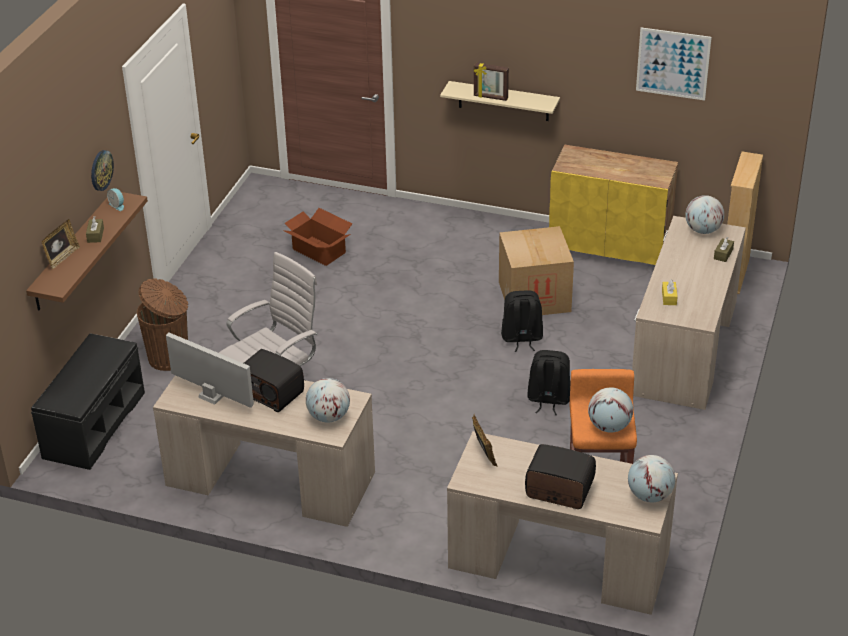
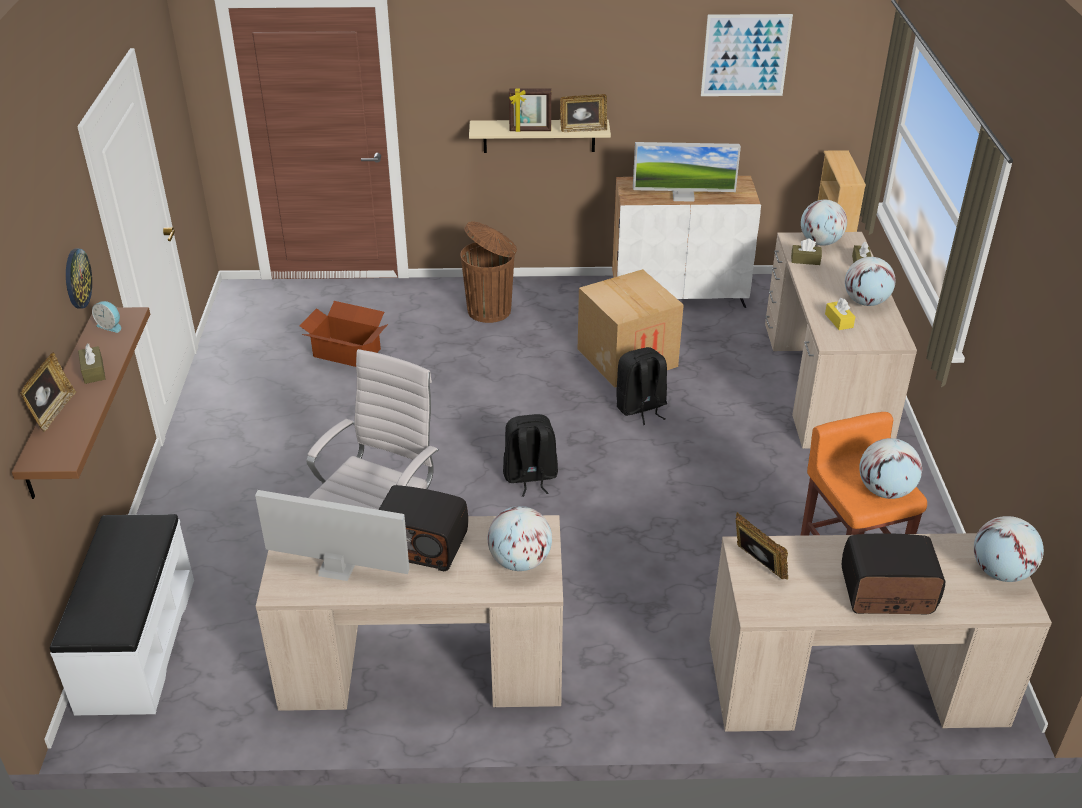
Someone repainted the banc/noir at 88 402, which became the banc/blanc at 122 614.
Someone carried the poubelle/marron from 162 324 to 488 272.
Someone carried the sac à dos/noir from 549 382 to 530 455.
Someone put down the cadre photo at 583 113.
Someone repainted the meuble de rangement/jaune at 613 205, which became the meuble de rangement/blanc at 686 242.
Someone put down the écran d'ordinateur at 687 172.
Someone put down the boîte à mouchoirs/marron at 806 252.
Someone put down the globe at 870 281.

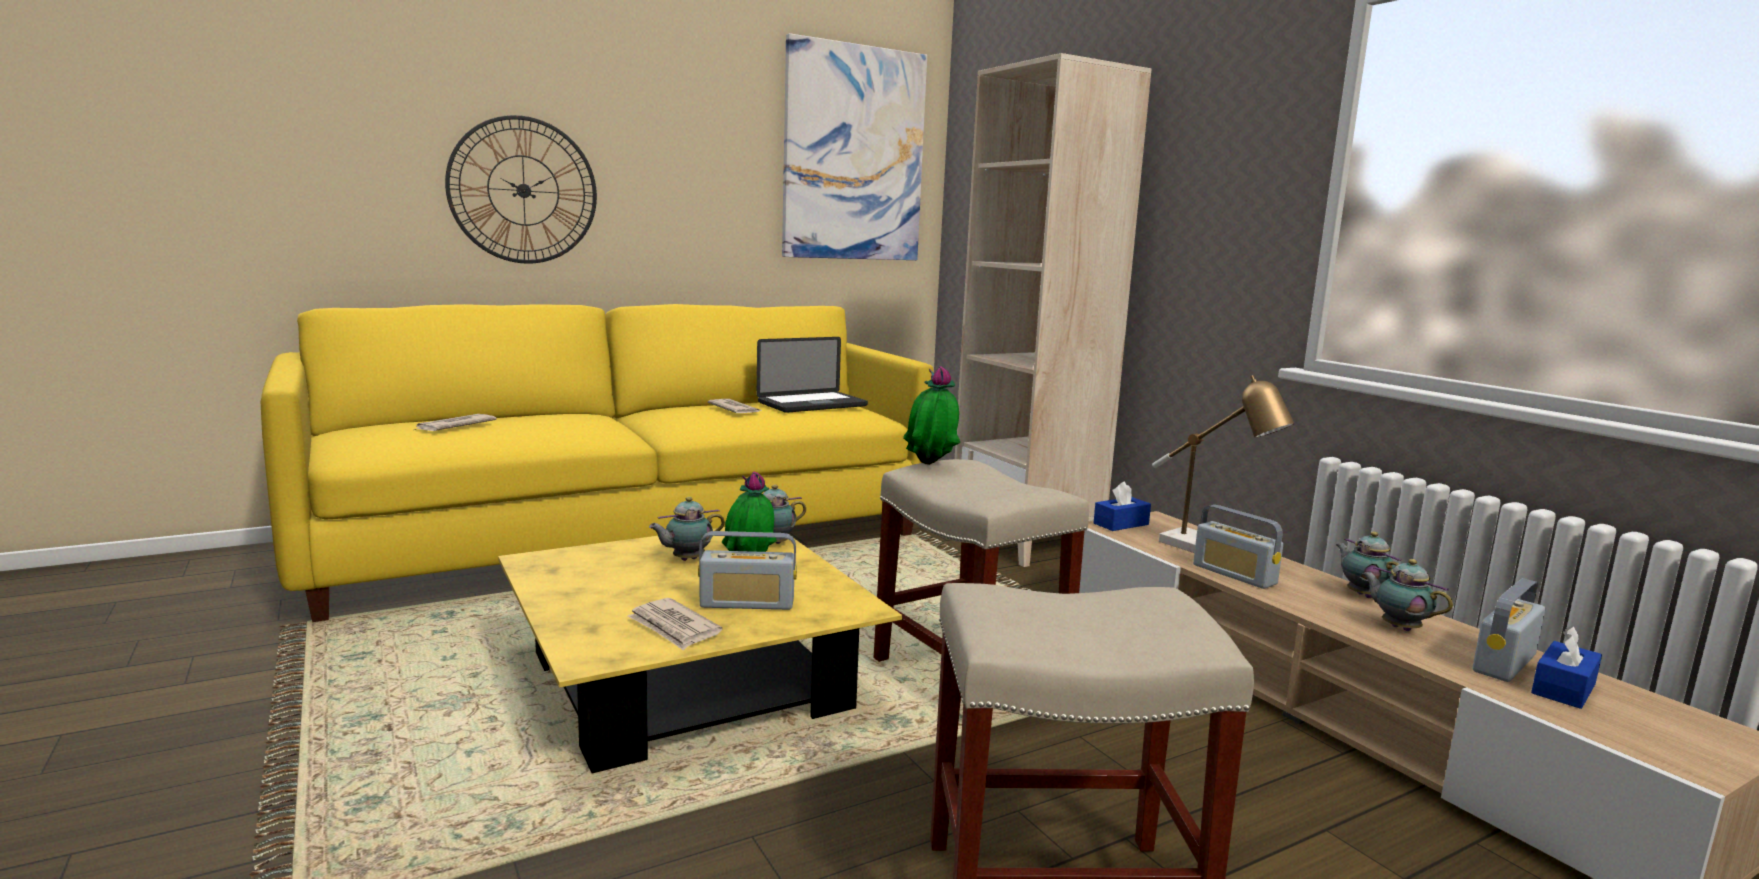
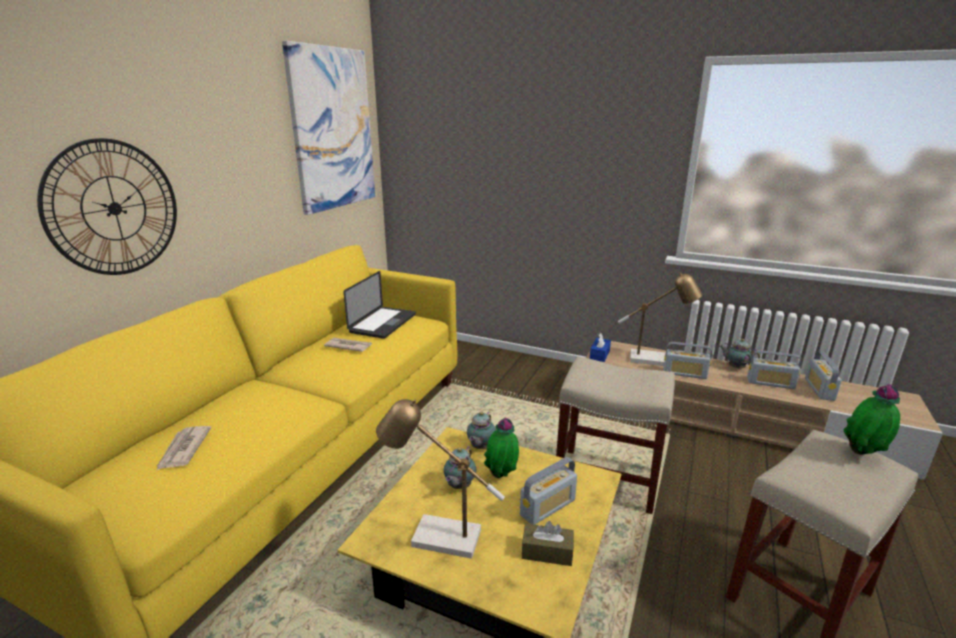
Someone put down the lampe de table at 440 479.
Someone swapped the journal at 675 624 for the boîte à mouchoirs/marron at 548 543.
Someone swapped the théière at 1407 595 for the radio at 774 369.
Someone carried the plante en pot from 931 415 to 872 419.
Someone took away the bibliothèque/beige at 1053 310.
Someone took away the boîte à mouchoirs/bleu at 1566 667.

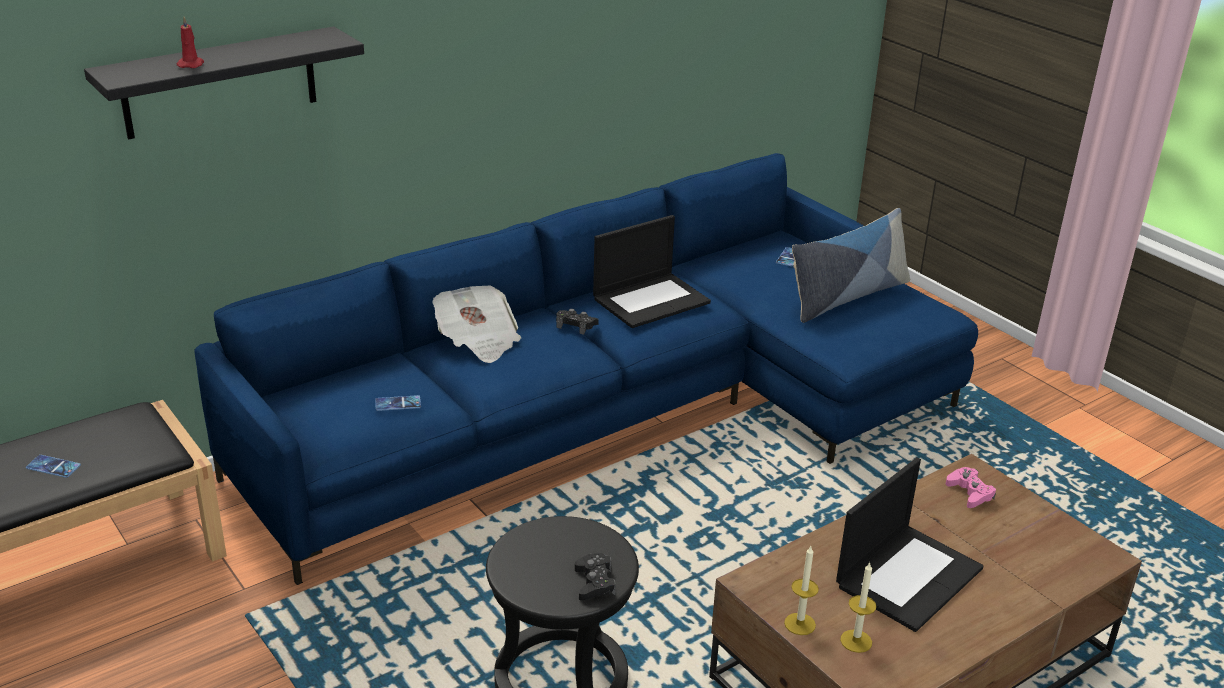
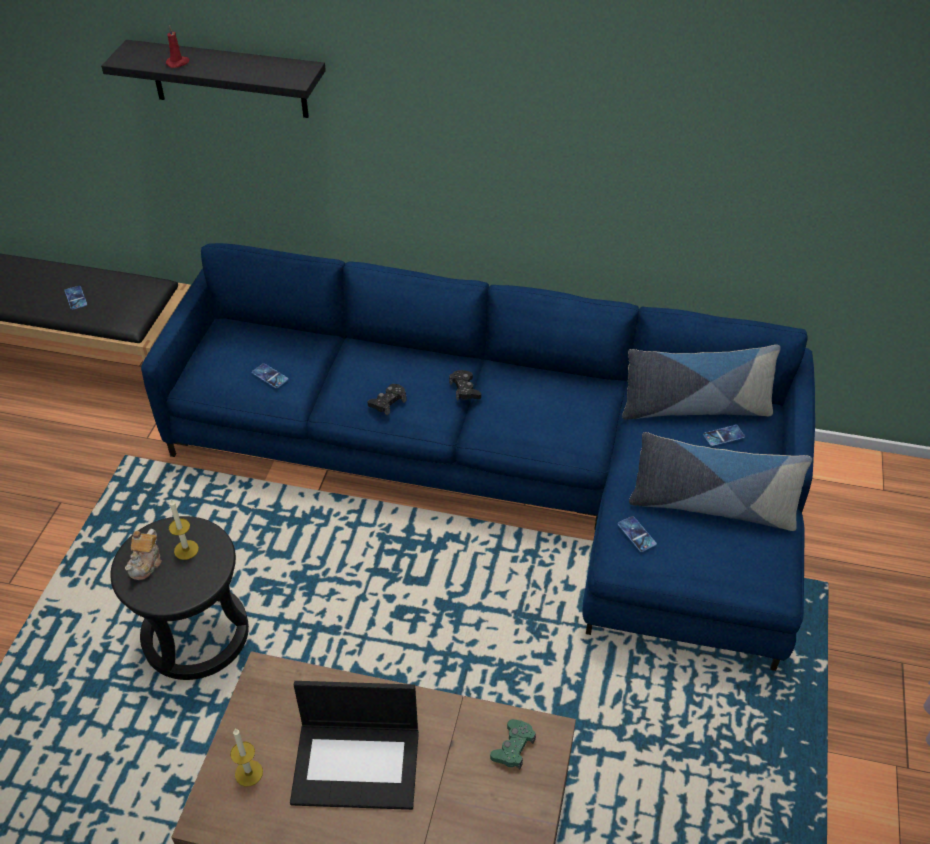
Someone put down the théière at 143 554.
Someone carried the bougie from 801 590 to 184 530.
Someone carried the manette/noir from 595 577 to 387 399.
Someone repainted the manette/rose at 971 487, which became the manette/vert at 513 744.
Someone put down the téléphone at 637 534.
Someone put down the coussin at 701 382.
Someone took away the journal at 476 324.
Someone took away the ordinateur portable at 652 271.

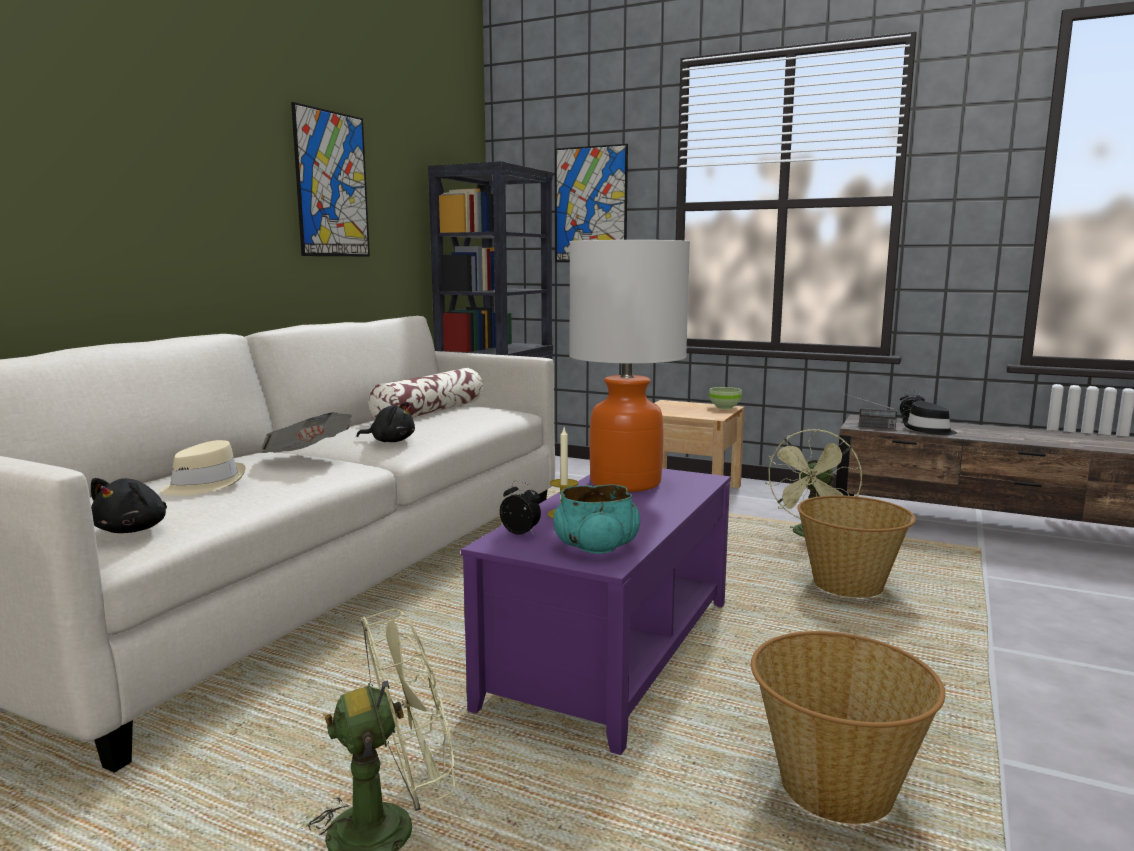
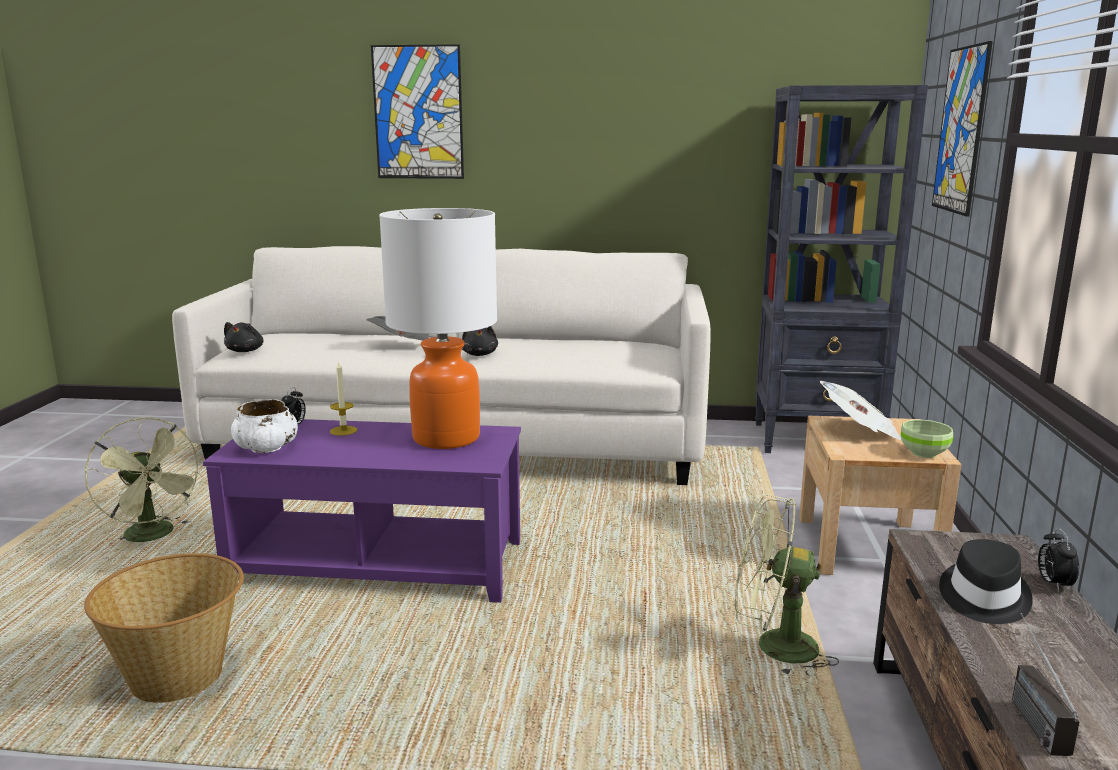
Someone rotated the peluche/noir at 129 505 by 75 degrees counterclockwise.
Someone repainted the bol/turquoise at 596 519, which became the bol/blanc at 264 426.
Someone carried the tableau from 330 179 to 417 111.
Someone put down the journal at 861 411.
Someone carried the radio from 871 411 to 1045 684.
Someone took away the chapeau/beige at 202 467.
Someone took away the coussin at 425 393.
Someone took away the panier at 856 546.

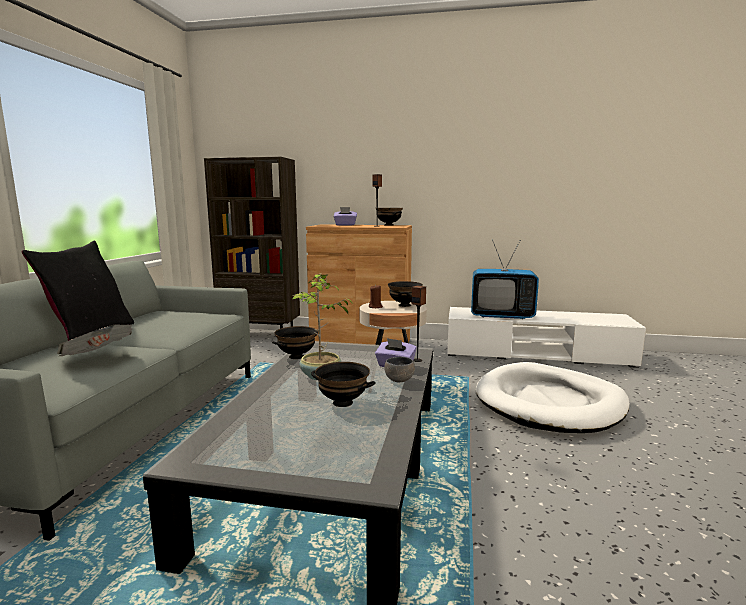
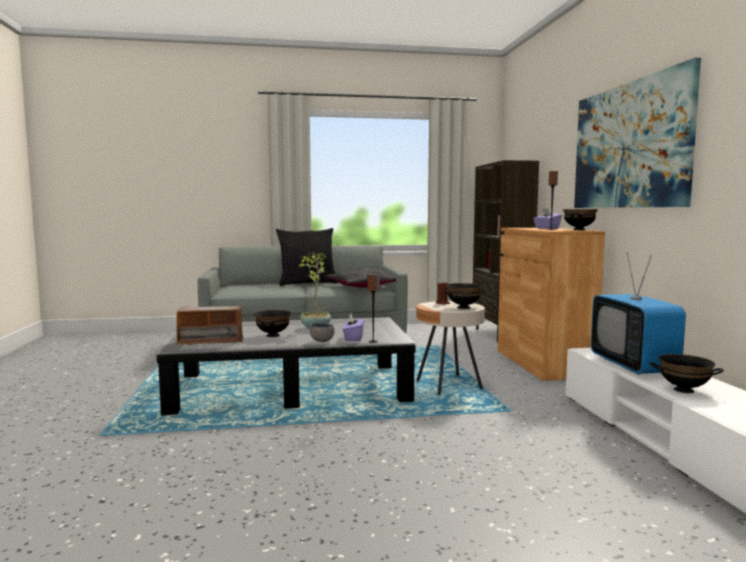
Someone put down the radio at 209 325.
Someone put down the coussin/gris at 360 278.
Someone put up the tableau at 637 133.
Someone carried the bol/noir from 295 342 to 686 373.
Someone took away the journal at 94 340.
Someone took away the panier pour chien/blanc at 553 397.

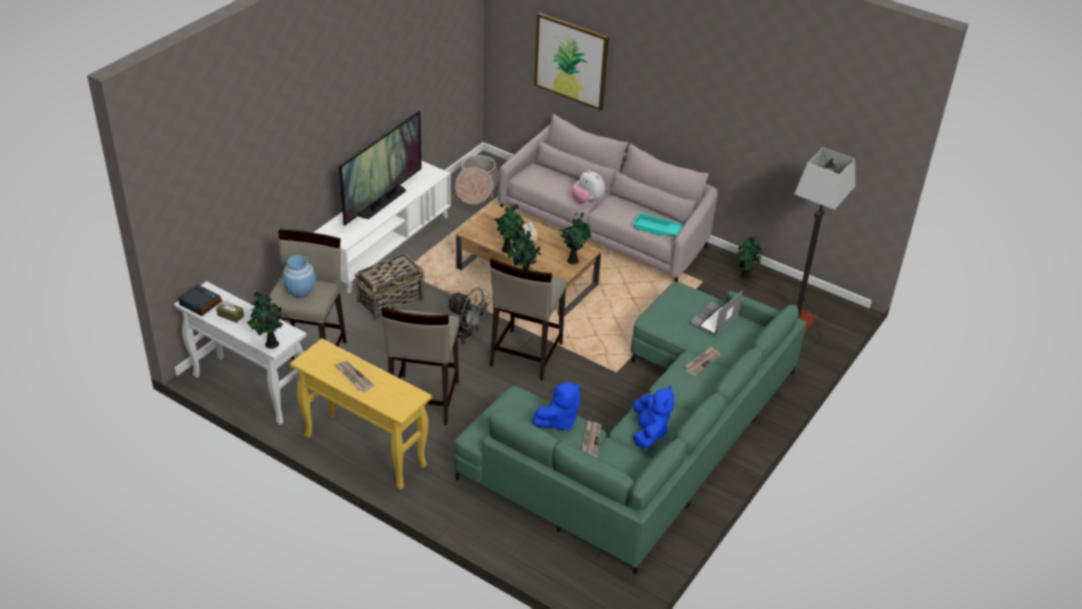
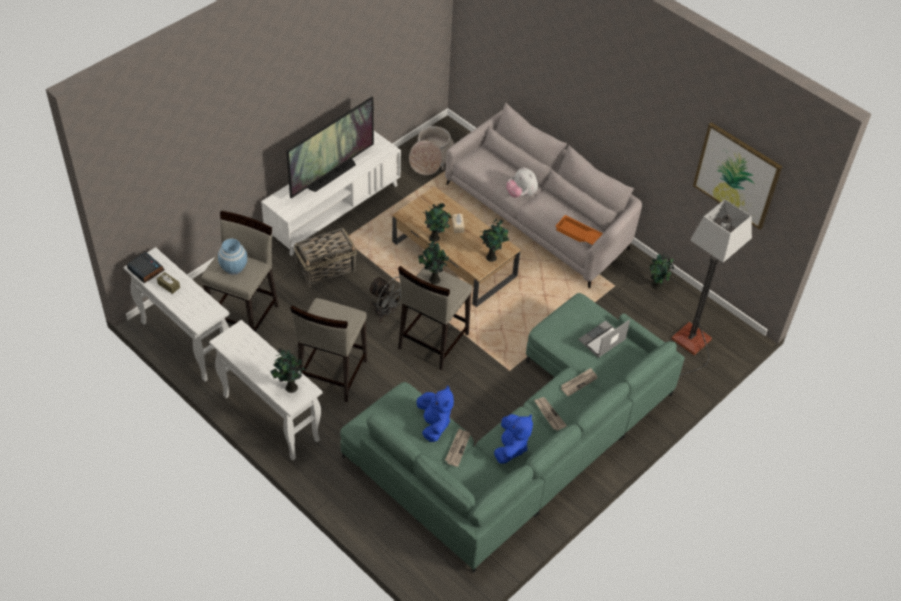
Someone repainted the table console/jaune at 361 414, which became the table console/blanc at 266 390.
Someone carried the plante en pot from 267 320 to 288 370.
Someone rotated the peluche/bleu at 556 406 by 75 degrees counterclockwise.
Someone carried the journal from 354 376 to 550 414.
Someone repainted the plateau/turquoise at 658 224, which became the plateau/orange at 579 230.
Someone carried the tableau from 571 61 to 738 176.

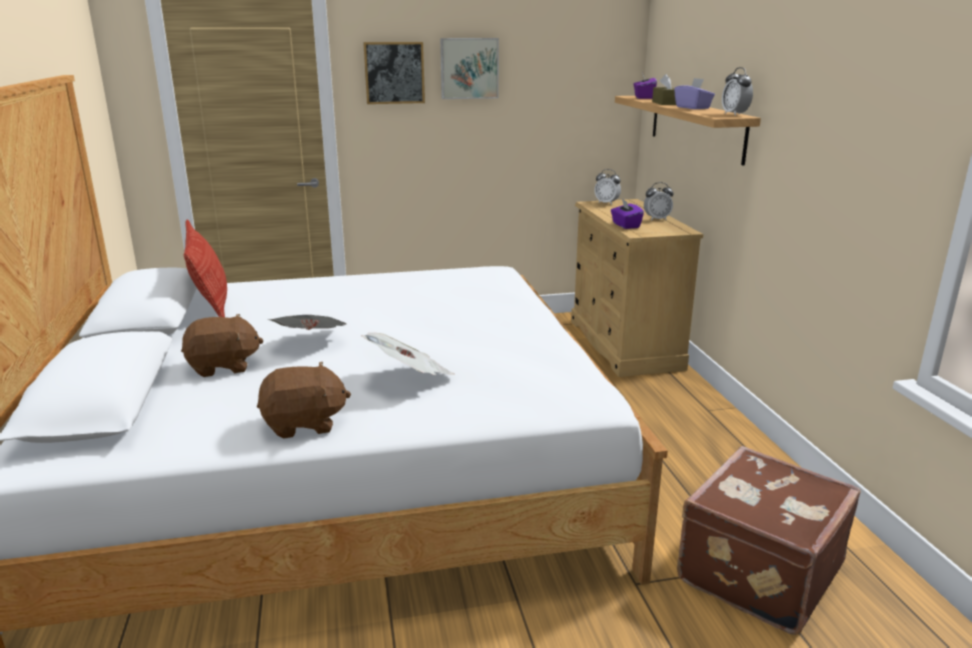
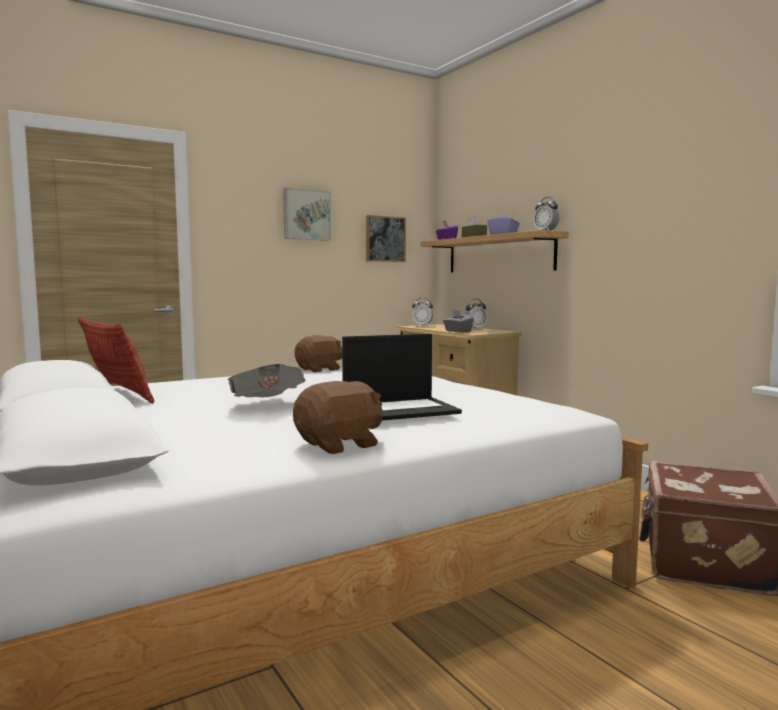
Someone carried the peluche/marron from 222 345 to 318 353.
Someone swapped the journal at 408 354 for the ordinateur portable at 402 377.
Someone carried the tableau from 394 73 to 386 238.
Someone repainted the boîte à mouchoirs/violet at 627 214, which became the boîte à mouchoirs/gris at 458 321.

